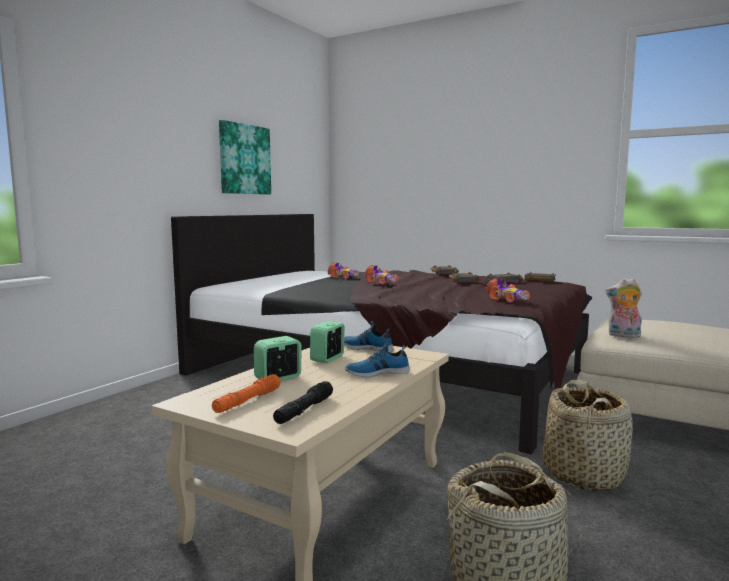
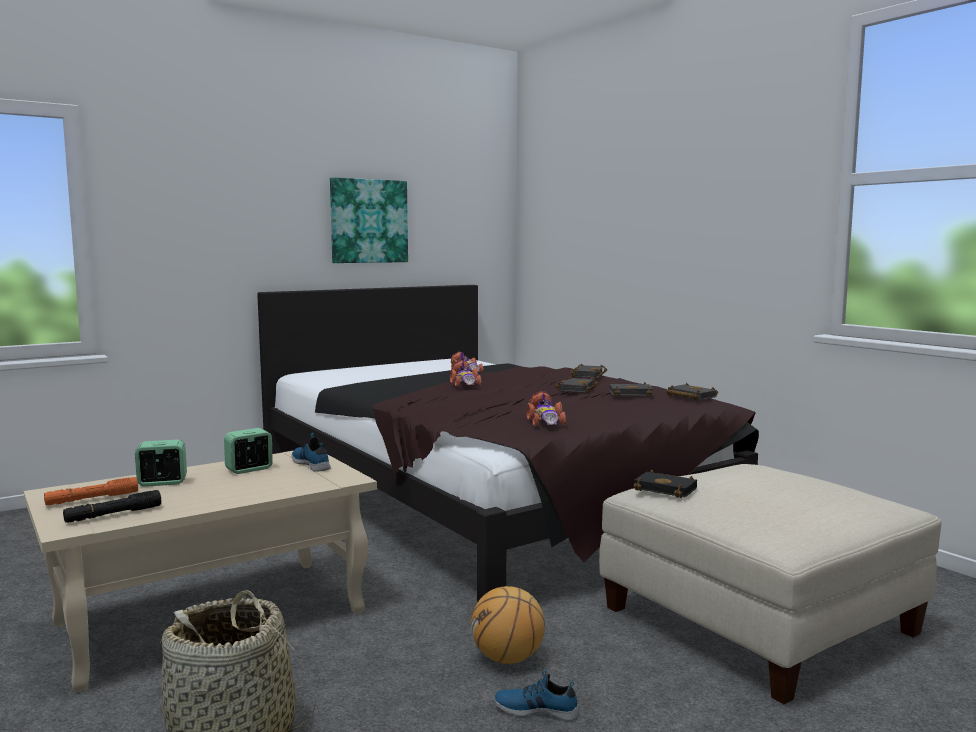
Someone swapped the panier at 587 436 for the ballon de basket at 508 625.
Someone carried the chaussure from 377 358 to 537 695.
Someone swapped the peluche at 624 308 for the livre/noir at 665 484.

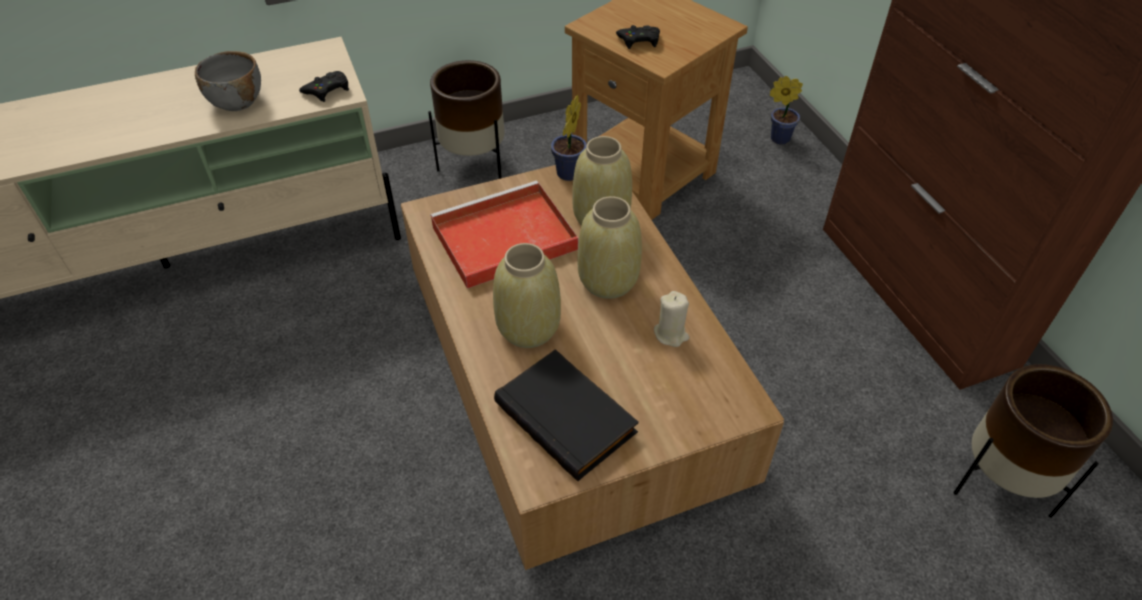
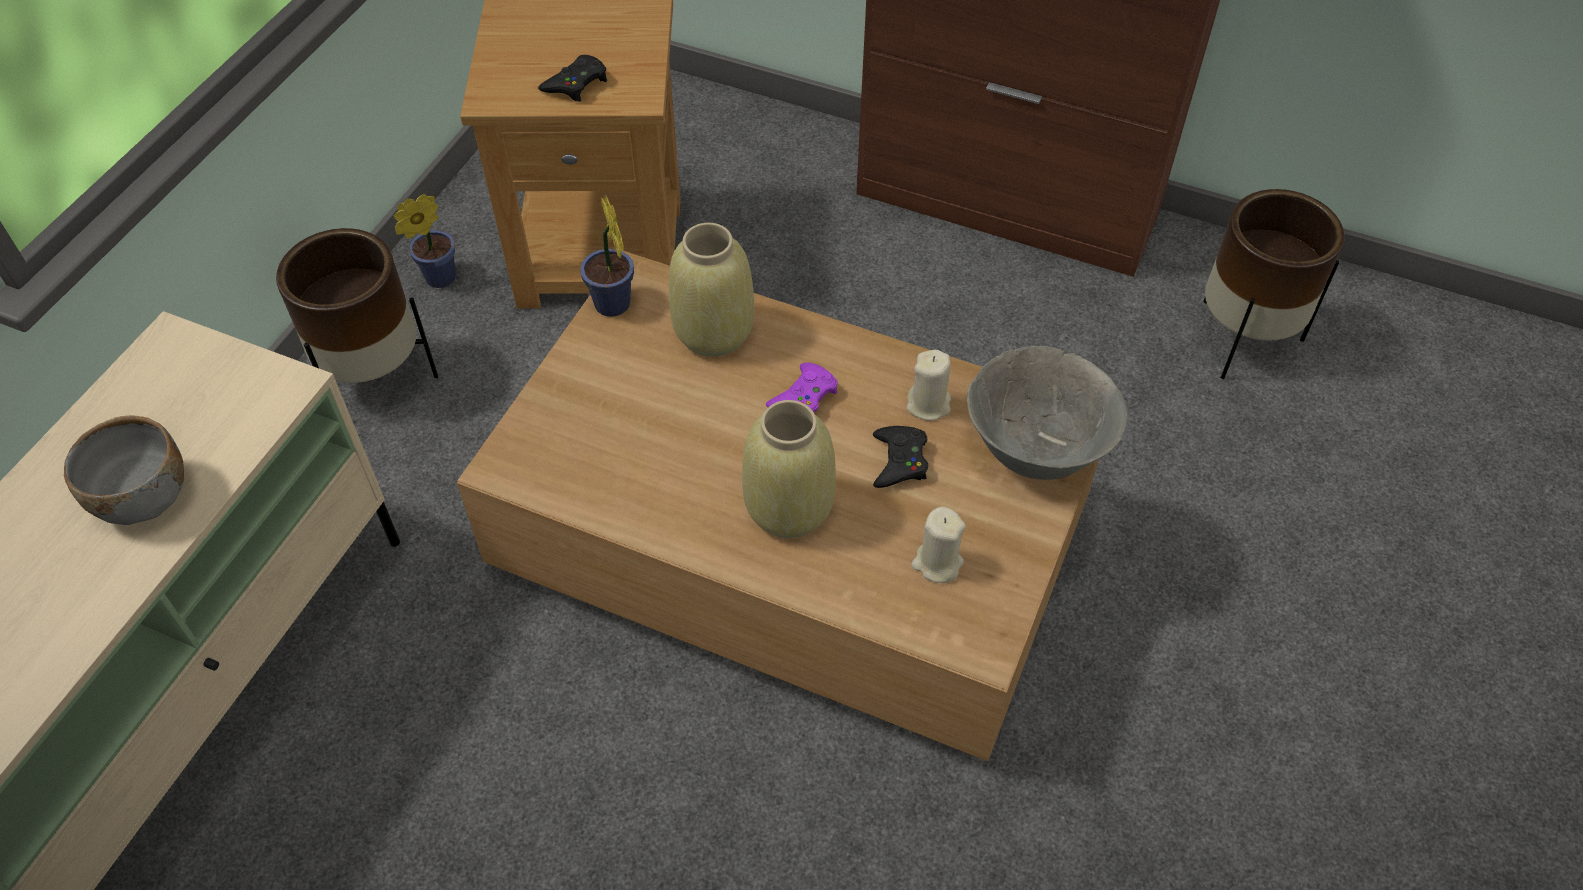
Someone carried the plante en pot from 786 110 to 424 241.
Someone swapped the vase/beige at 609 247 for the manette/violet at 802 387.
Someone carried the manette/noir from 324 86 to 900 457.
Someone swapped the livre/noir at 566 415 for the bougie/beige at 938 544.
Someone put down the bol/gris at 1047 413.
Someone took away the plateau/rouge at 504 235.

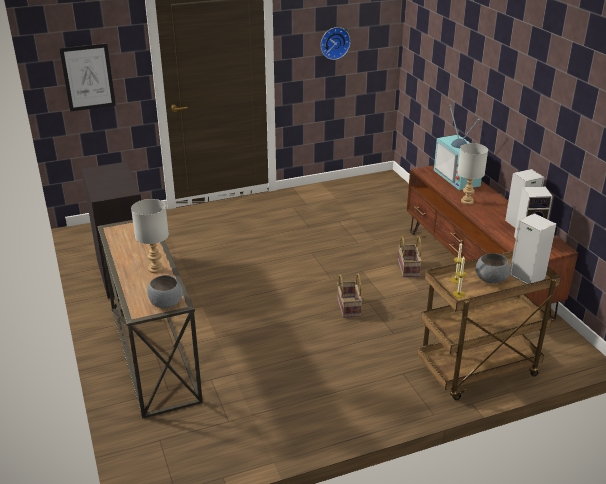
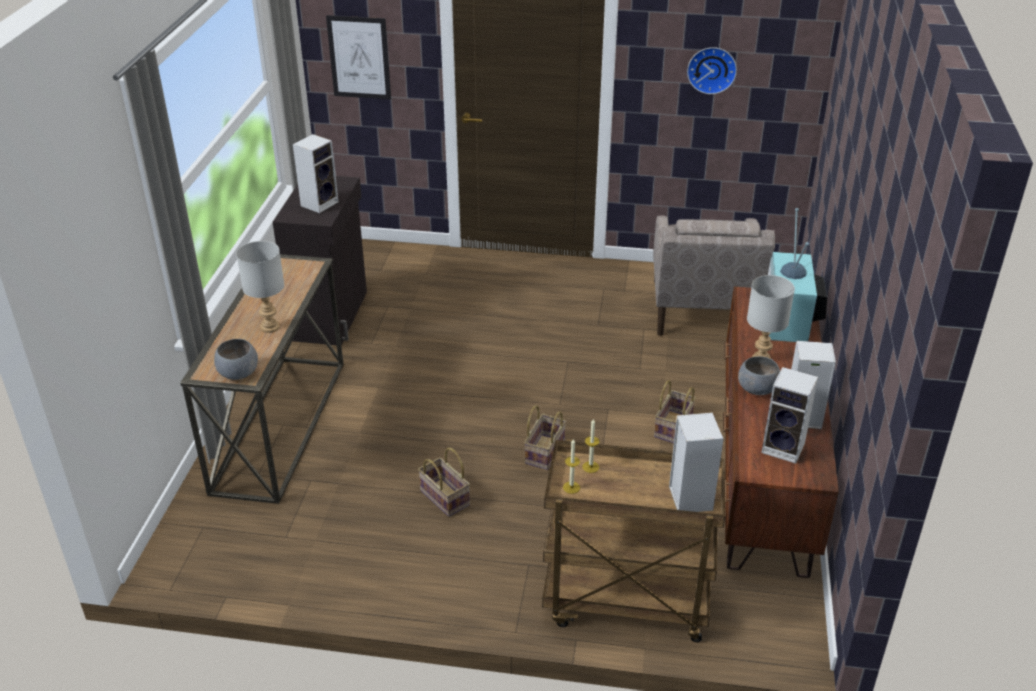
Someone put down the enceinte at 315 173.
Someone put down the panier at 444 482.
Someone put down the fauteuil/beige at 714 275.
Someone carried the bol/gris from 493 268 to 759 375.

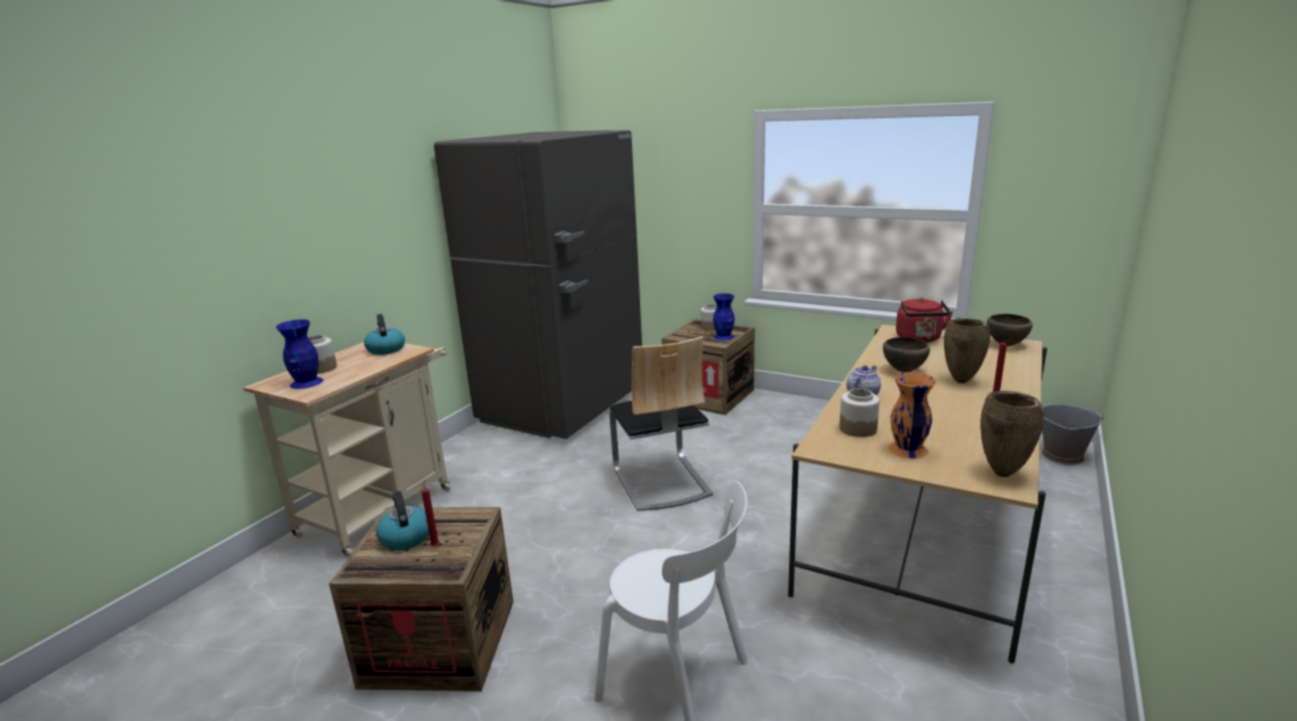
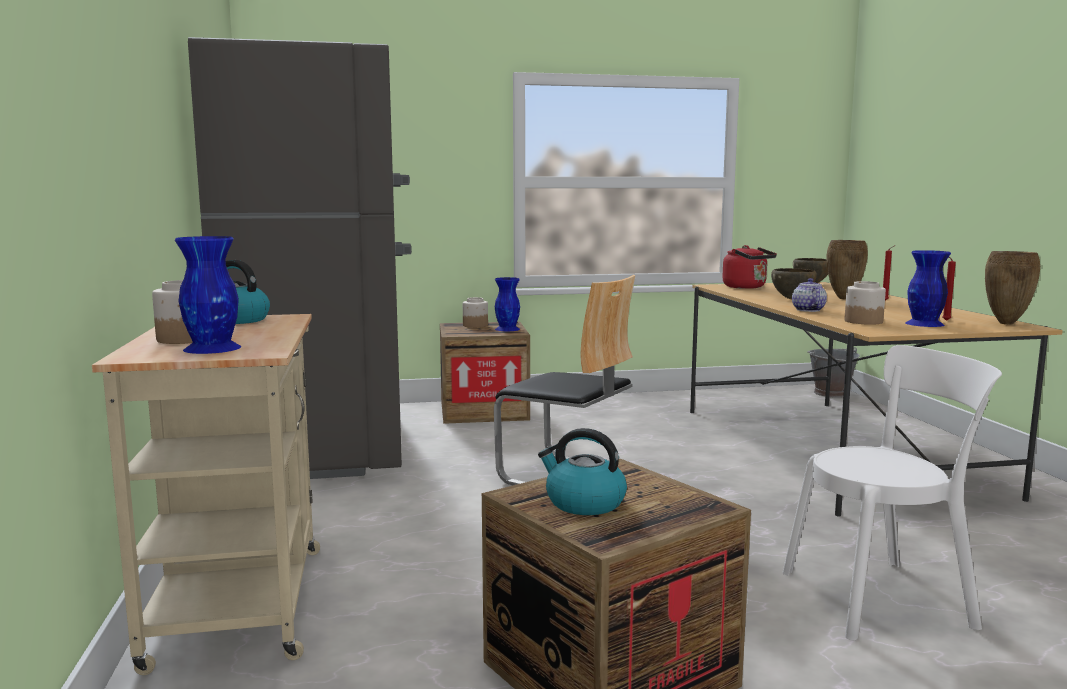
Someone repainted the vase/orange at 912 415, which became the vase/bleu at 928 288.
Someone carried the bougie/rouge from 430 513 to 949 289.

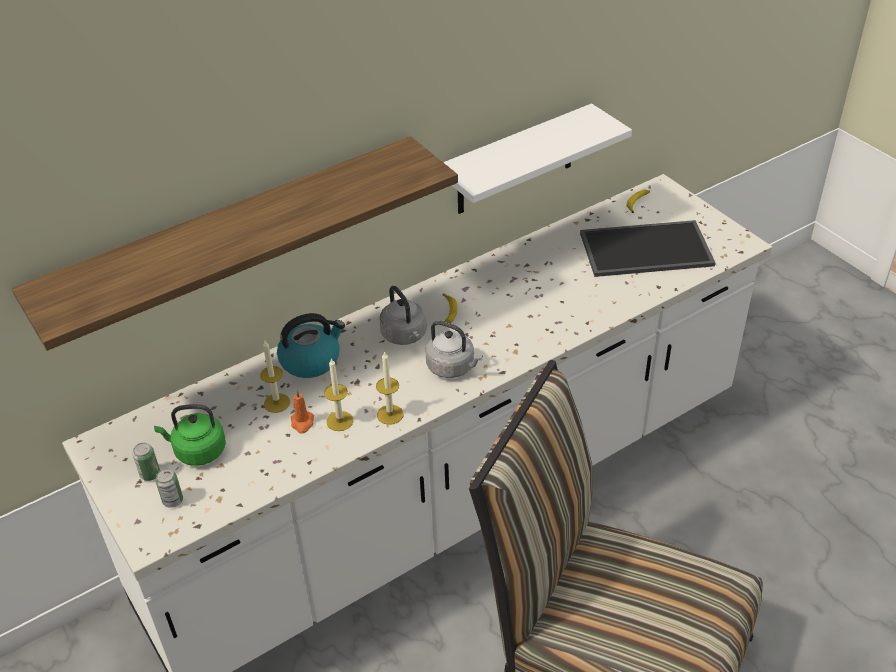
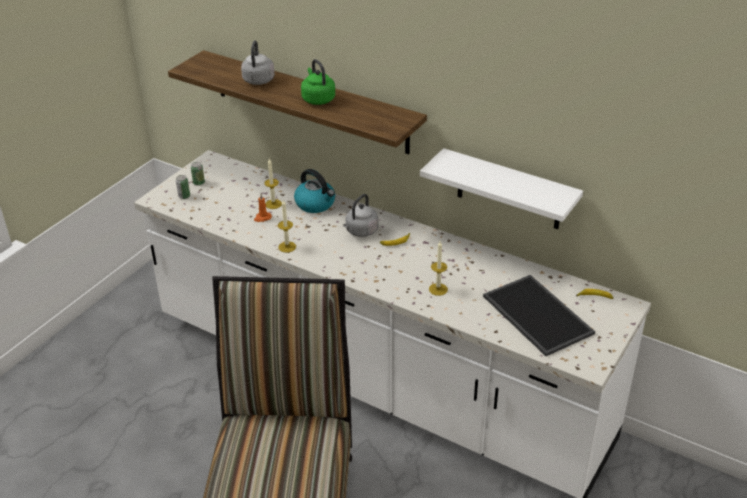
Someone carried the bouilloire/gris from 454 349 to 258 62.
Someone carried the bouilloire/vert from 190 435 to 318 82.
Someone carried the bougie from 338 394 to 438 268.

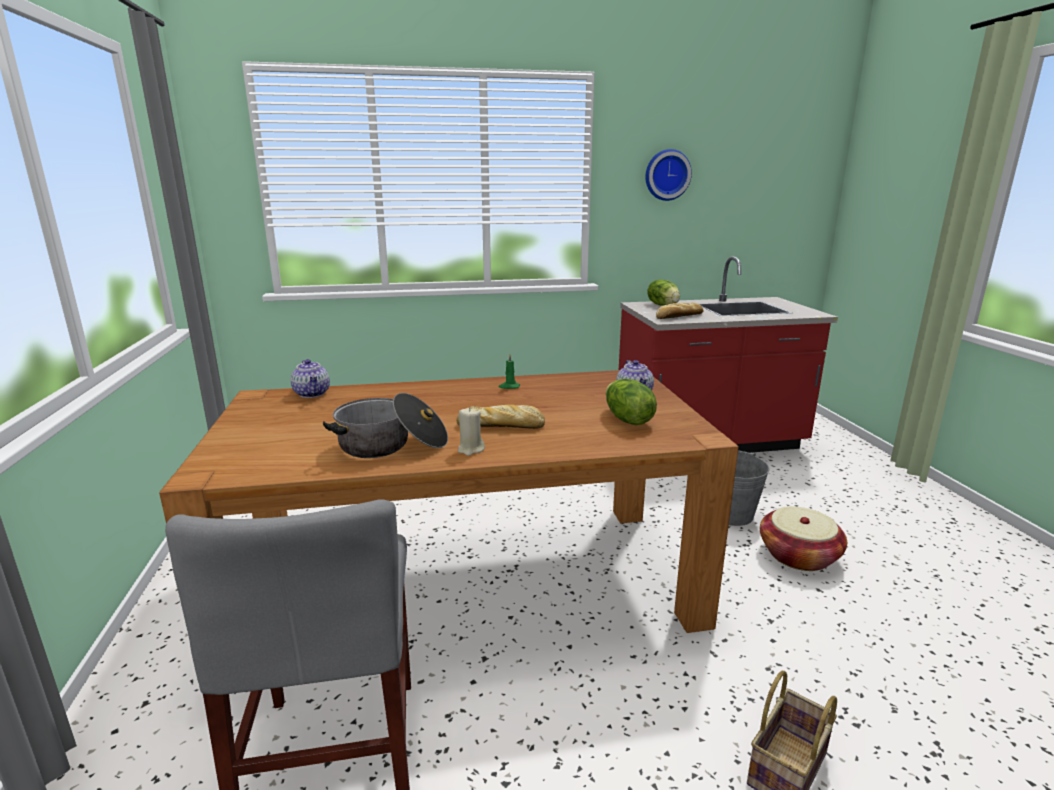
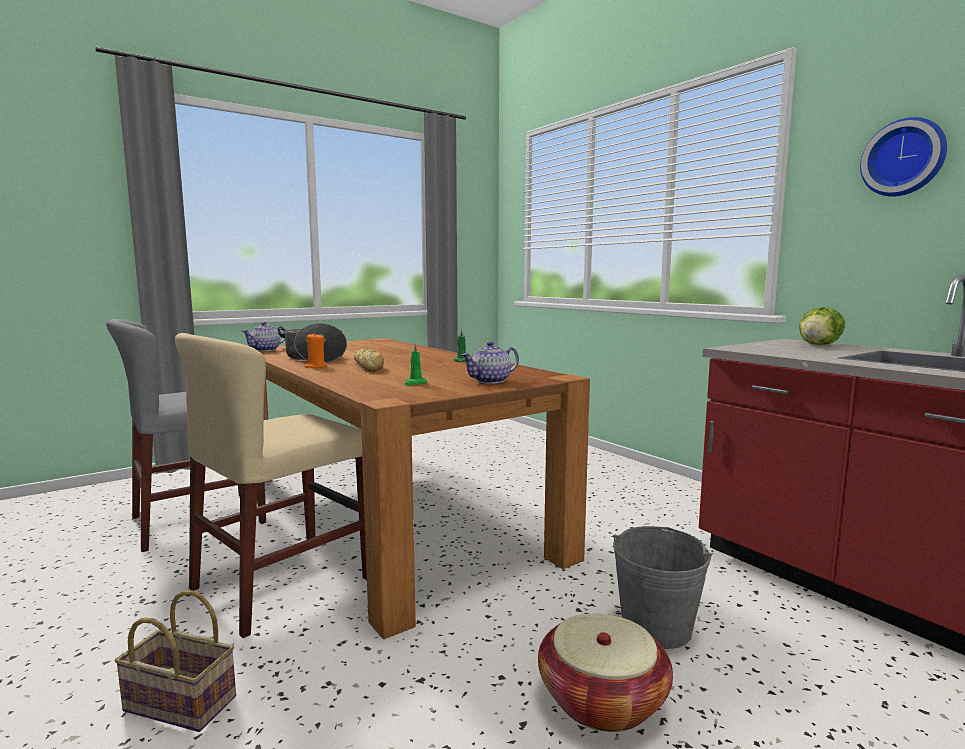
Someone put down the chaise/beige at 271 485.
Someone carried the théière from 310 378 to 263 336.
Someone repainted the bougie/beige at 471 431, which became the bougie/orange at 315 350.
Someone swapped the laitue at 631 401 for the bougie/vert at 415 365.
Someone took away the pain at 680 311.

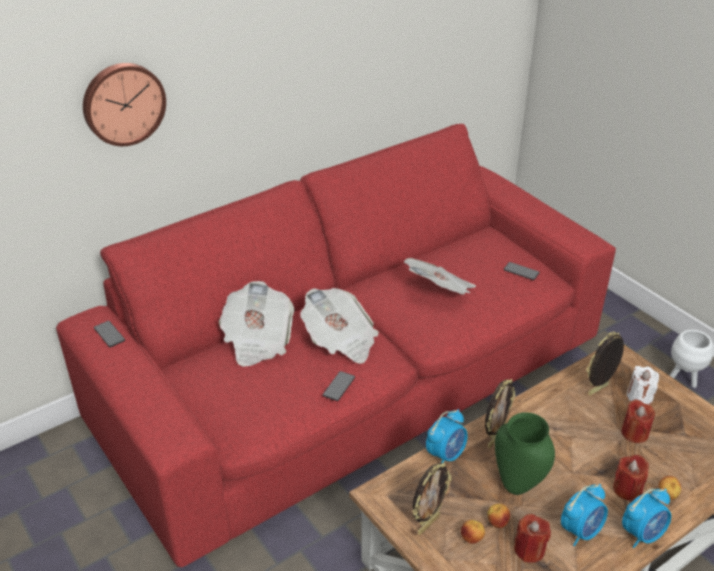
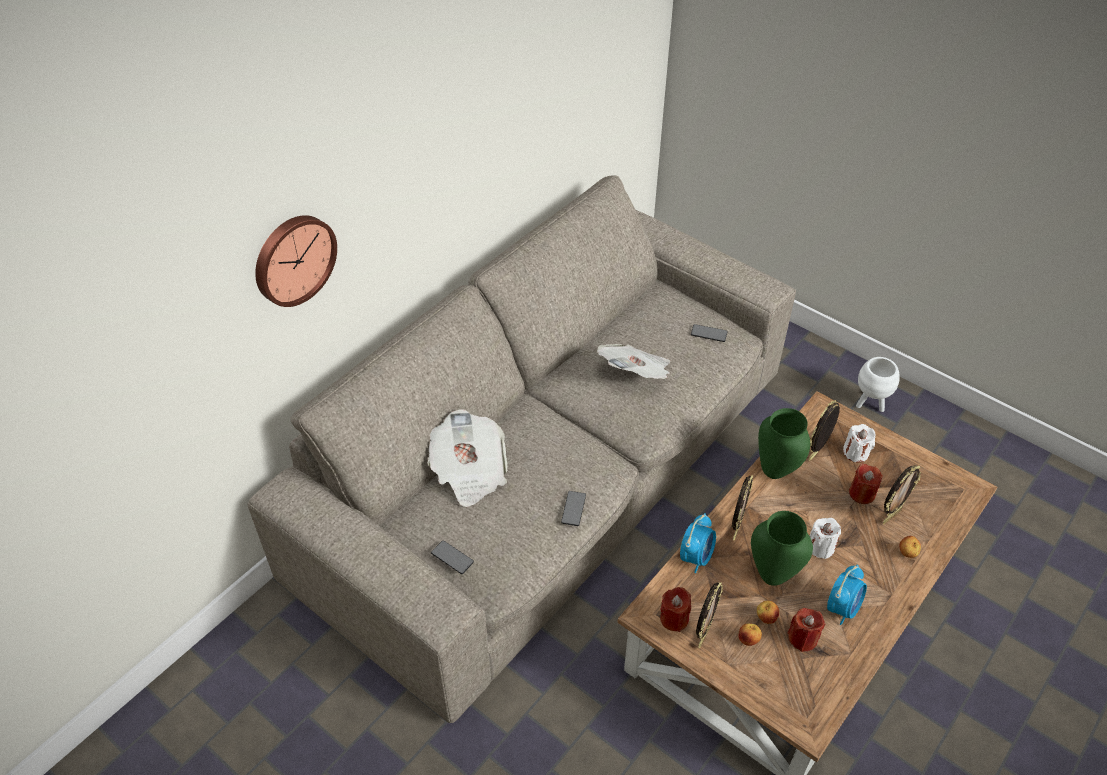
Someone repainted the canapé/rouge at 336 345, which became the canapé/beige at 522 449.
Someone carried the téléphone from 109 334 to 452 557.
Someone carried the bougie/rouge from 631 478 to 675 609.
Someone put down the vase/vert at 784 443.
Someone put down the bougie/blanc at 825 538.
Someone put down the cadre photo at 902 494.
Someone took away the journal at 339 326.
Someone took away the réveil at 646 518.

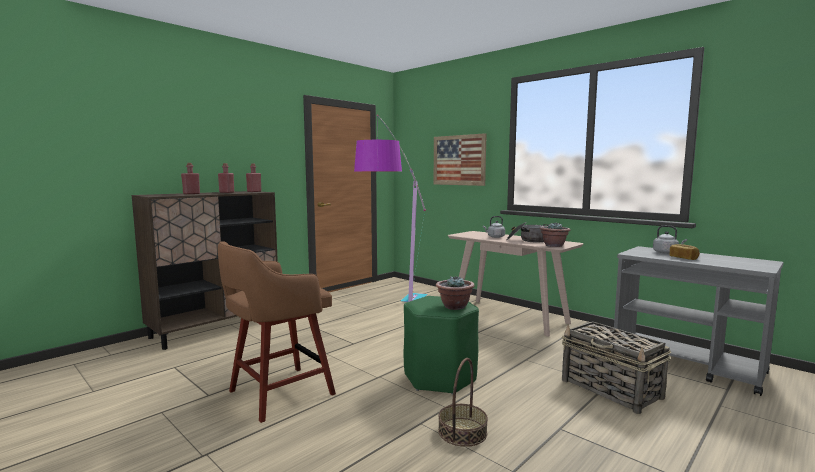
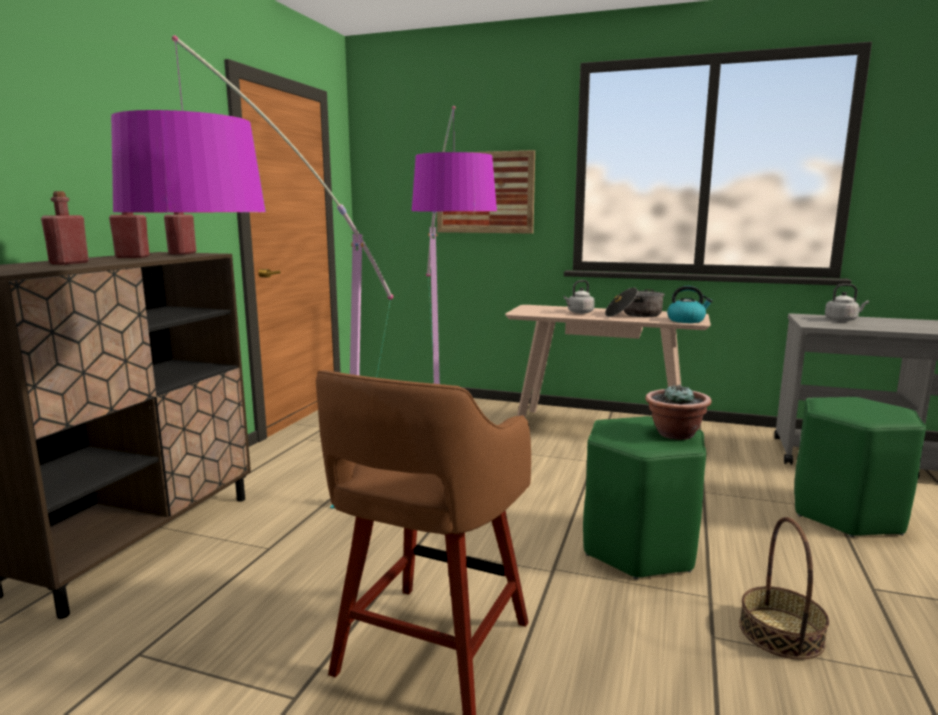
Someone put down the lampadaire at 252 272.
Someone swapped the plante en pot at 555 234 for the bouilloire at 690 304.
Someone swapped the panier at 616 367 for the tabouret/vert at 860 467.
Someone took away the pain at 685 252.

